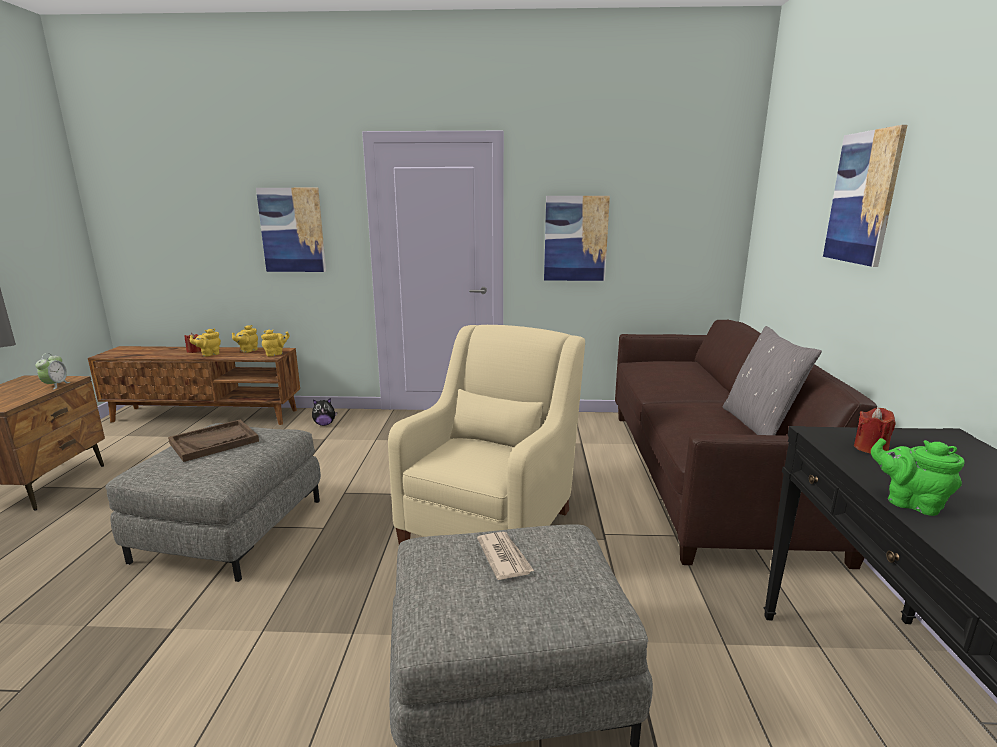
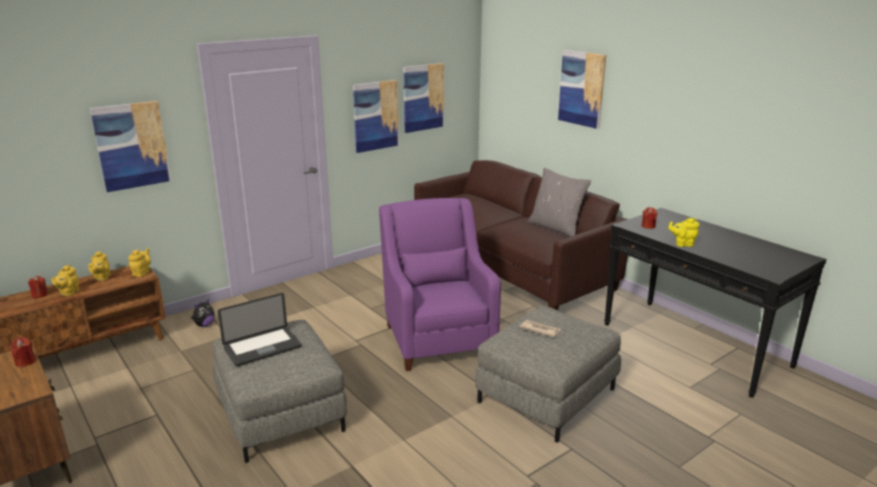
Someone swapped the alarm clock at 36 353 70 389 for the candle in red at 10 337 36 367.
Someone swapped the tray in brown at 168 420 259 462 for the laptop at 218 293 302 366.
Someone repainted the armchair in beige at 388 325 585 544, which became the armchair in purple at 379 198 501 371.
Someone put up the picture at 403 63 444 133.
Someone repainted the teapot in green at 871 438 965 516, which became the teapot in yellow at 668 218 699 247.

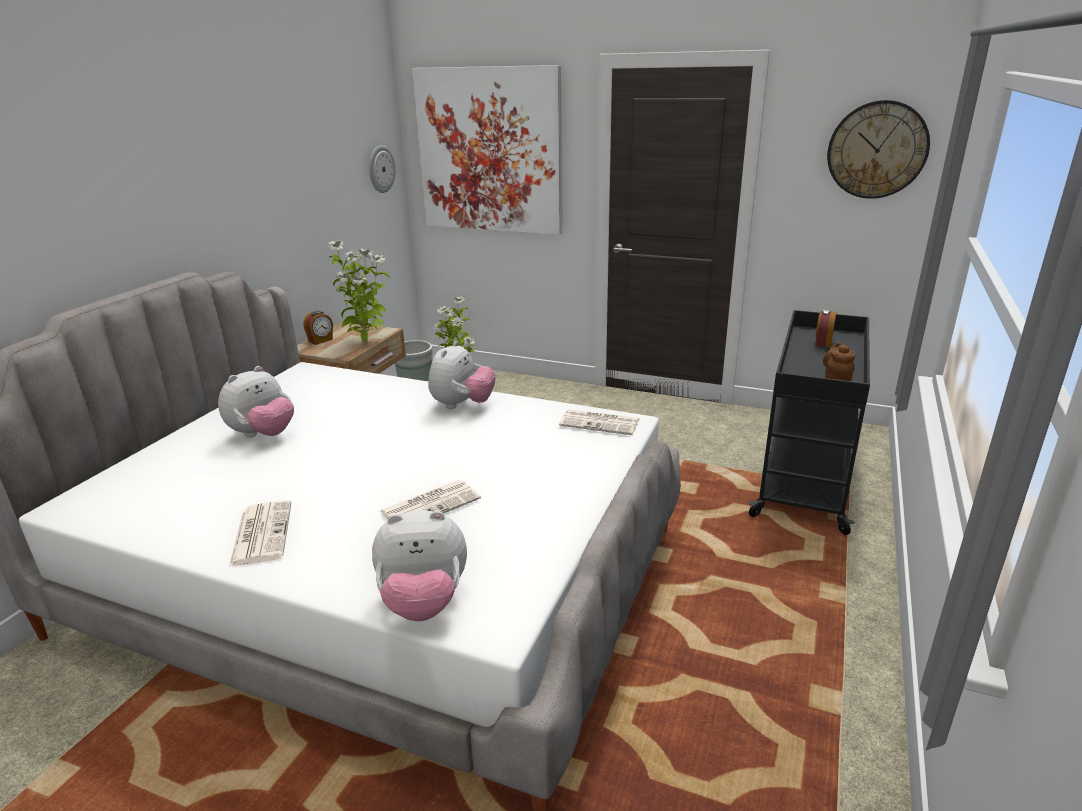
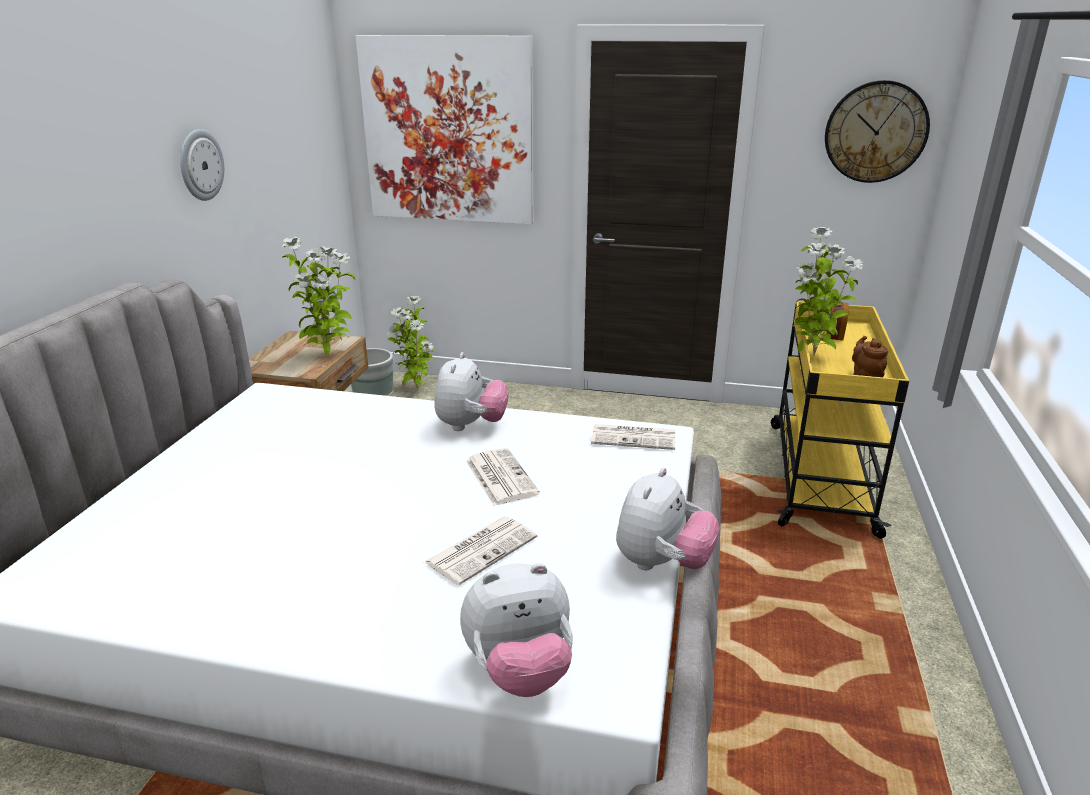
Someone carried the wall clock from 369 145 396 193 to 180 129 224 201.
Someone carried the newspaper from 229 500 292 566 to 466 448 540 506.
Someone carried the plush toy from 218 366 294 438 to 616 467 720 570.
Someone repainted the cart in black at 747 310 870 535, which became the cart in yellow at 771 301 909 539.
Someone put down the potted plant at 794 227 863 356.
Someone took away the alarm clock at 303 311 333 345.

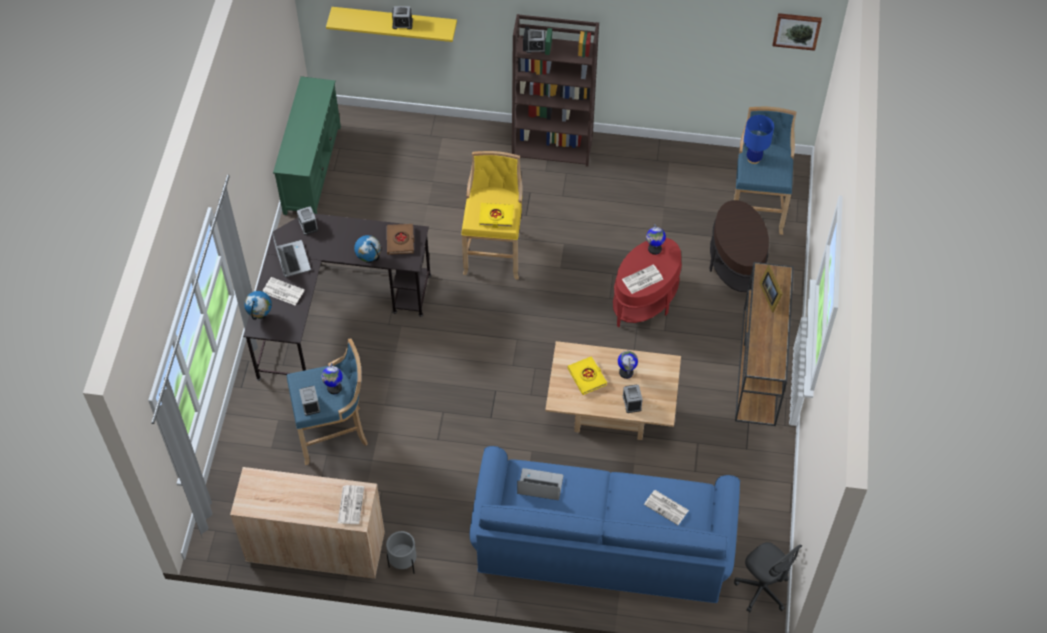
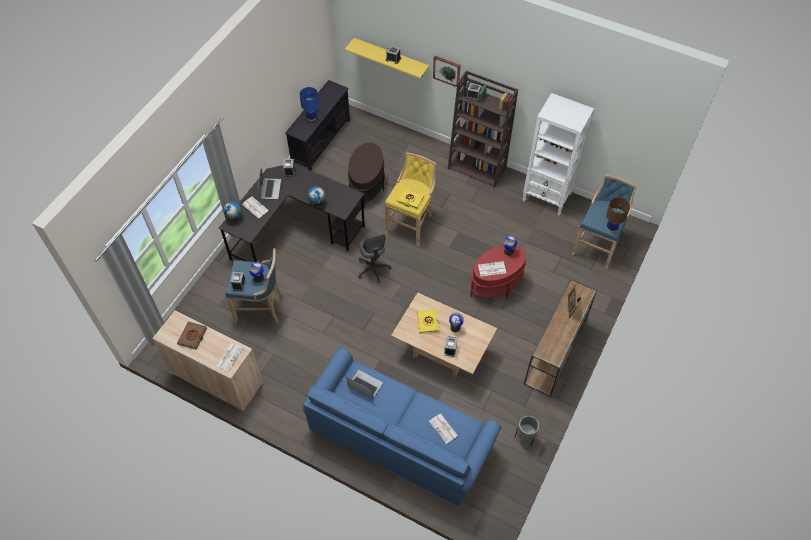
Someone carried the book in brown from 387 224 414 255 to 177 321 207 350.
Someone repainted the tv stand in green at 273 76 341 215, which became the tv stand in black at 285 80 350 171.
Someone carried the table lamp in blue from 744 115 774 164 to 300 87 319 121.
Someone carried the side table in brown from 709 200 769 292 to 348 143 385 207.
Someone carried the office chair in grey from 734 542 802 613 to 358 234 391 283.
Someone carried the picture from 772 13 822 51 to 433 56 461 87.
Someone carried the planter in grey from 386 531 416 573 to 515 416 539 447.
Someone put down the bookcase in white at 522 93 594 215.
Someone put down the table lamp in brown at 606 197 630 232.

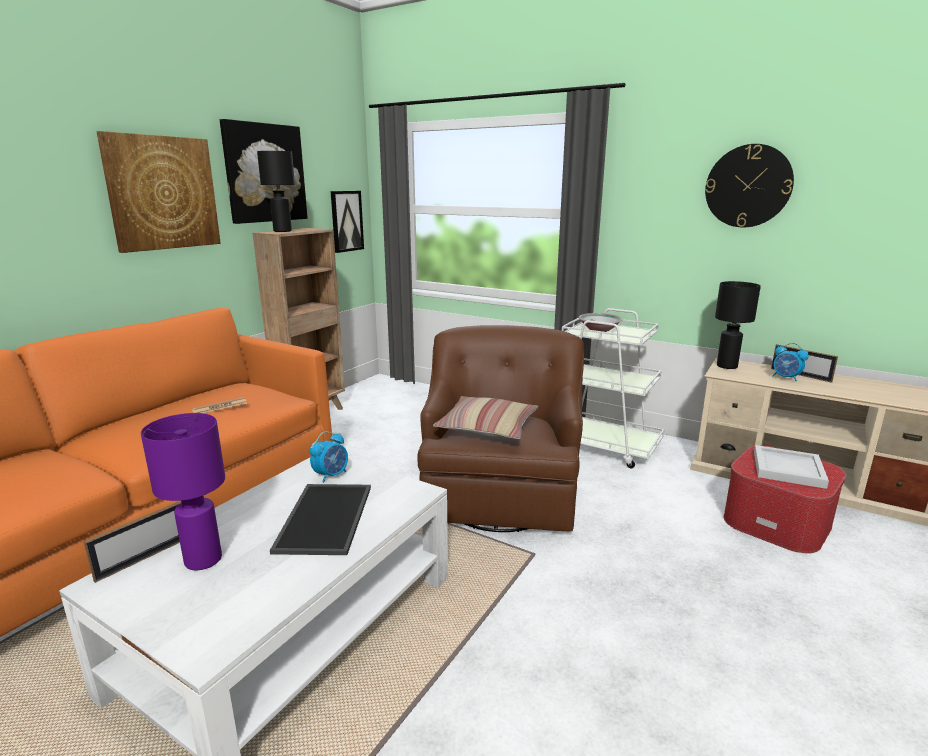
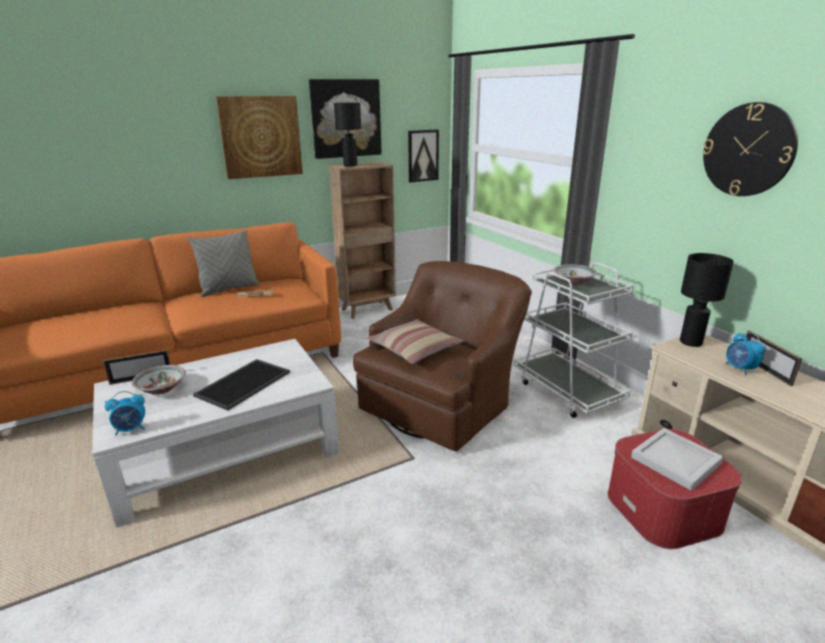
Someone carried the alarm clock from 309 431 348 483 to 105 391 145 436.
Someone swapped the table lamp in purple at 141 413 225 570 for the bowl at 132 365 186 395.
Someone put down the pillow in grey at 188 230 260 297.

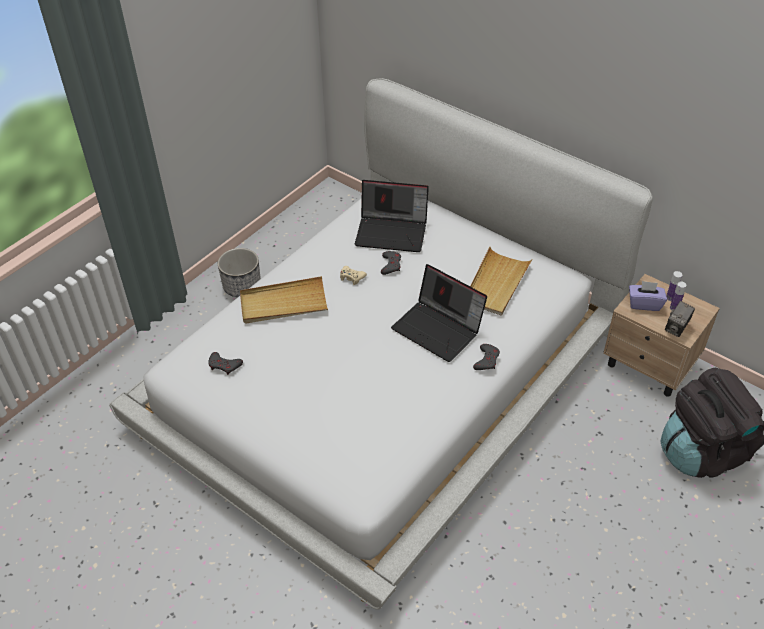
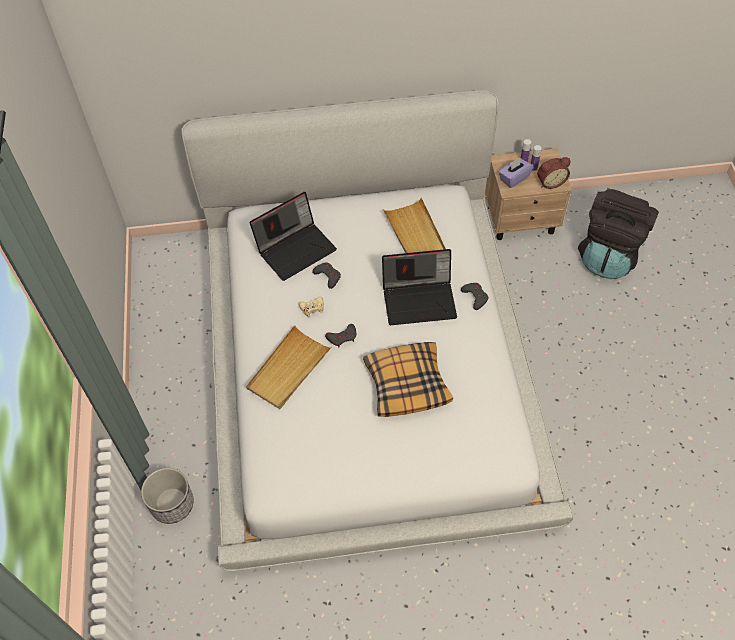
Someone carried the planter from 218 248 261 297 to 141 468 194 524.
Someone carried the game controller in grey from 208 352 243 375 to 325 324 356 347.
Someone put down the pillow at 363 342 453 417.
Someone swapped the photo camera at 665 301 695 337 for the alarm clock at 537 157 570 189.

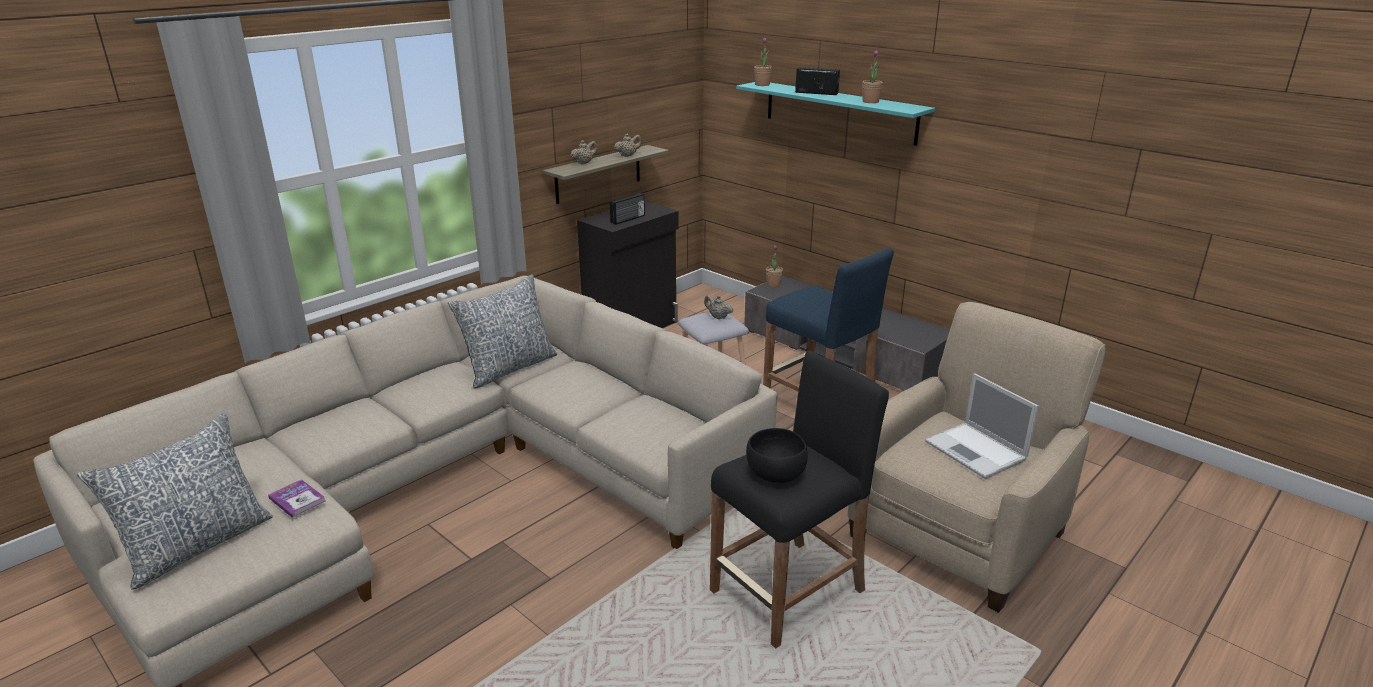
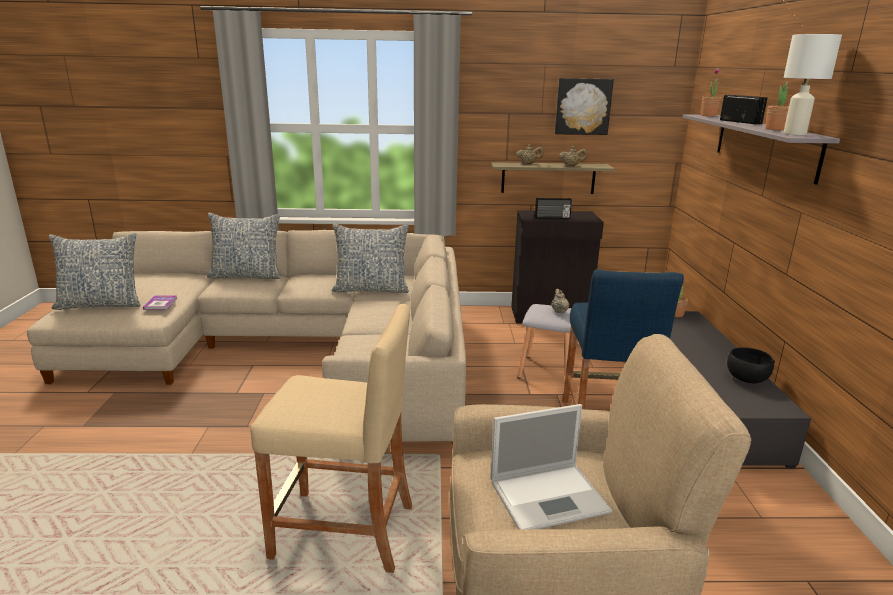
Someone put down the pillow at 207 213 280 279.
Someone repainted the stool in black at 710 350 889 648, which became the stool in beige at 250 304 412 573.
Someone rotated the laptop at 925 373 1039 479 by 120 degrees counterclockwise.
Someone put up the picture at 555 78 614 135.
Someone repainted the shelf in turquoise at 736 82 935 146, which became the shelf in grey at 682 114 840 185.
Someone carried the bowl in black from 746 428 808 483 to 727 347 775 383.
Someone put down the table lamp in white at 784 34 842 135.

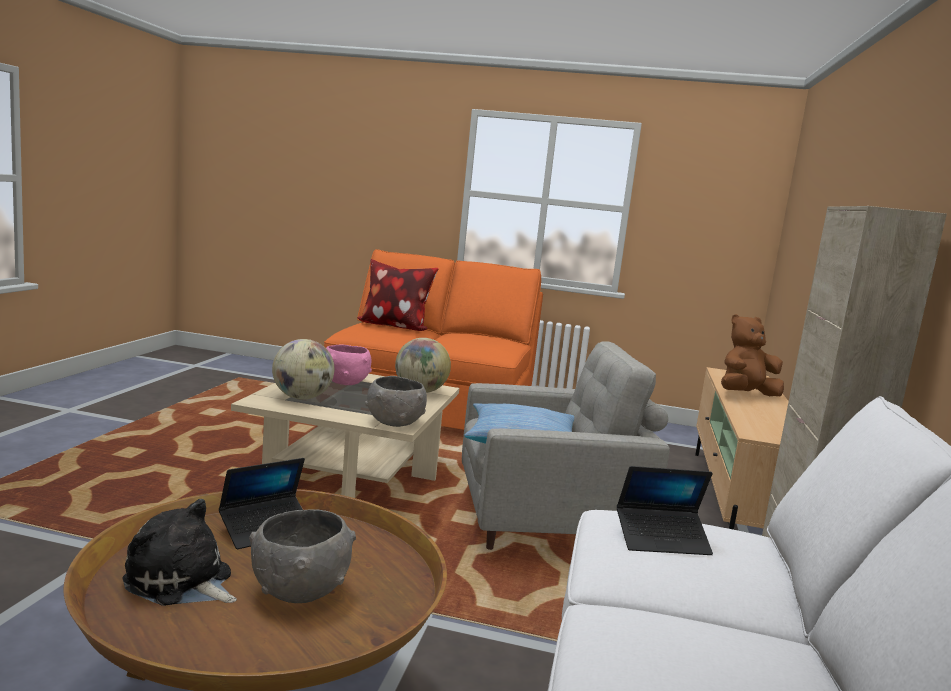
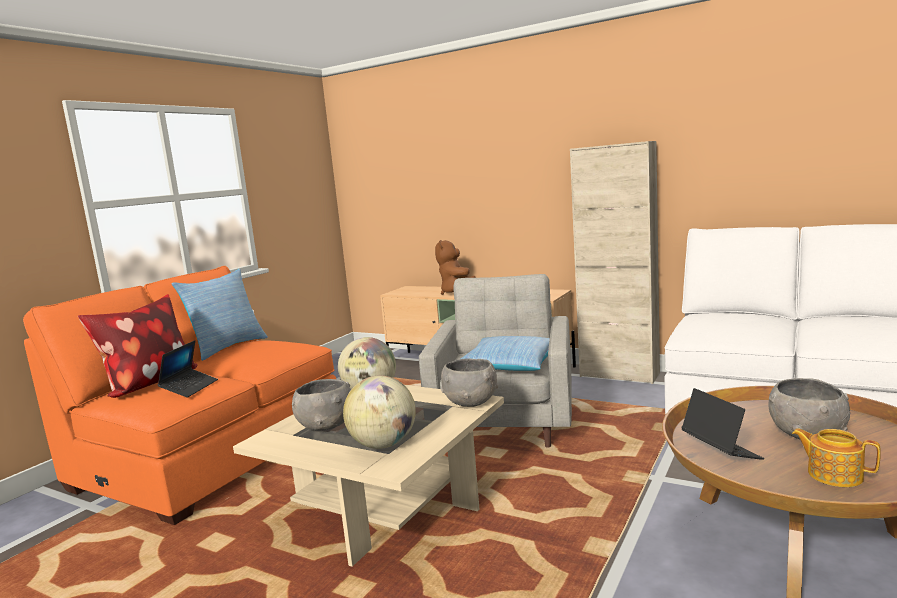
Someone carried the laptop from 617 466 713 555 to 157 340 218 397.
Someone put down the pillow at 171 269 268 361.
Someone repainted the bowl in pink at 326 345 372 385, which became the bowl in grey at 292 379 351 431.
Someone swapped the plush toy at 122 499 237 606 for the teapot at 792 428 881 487.

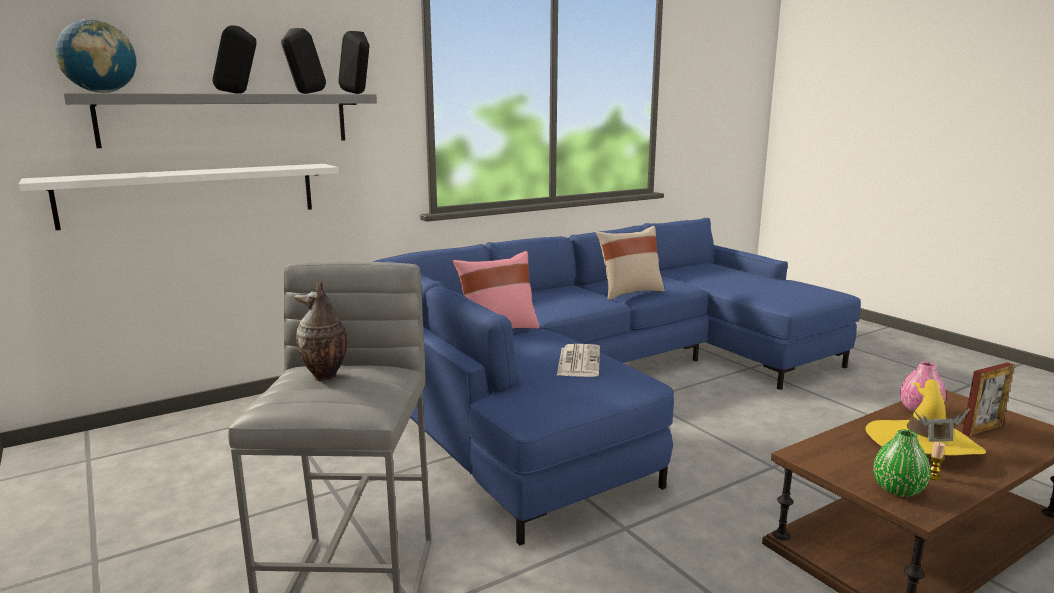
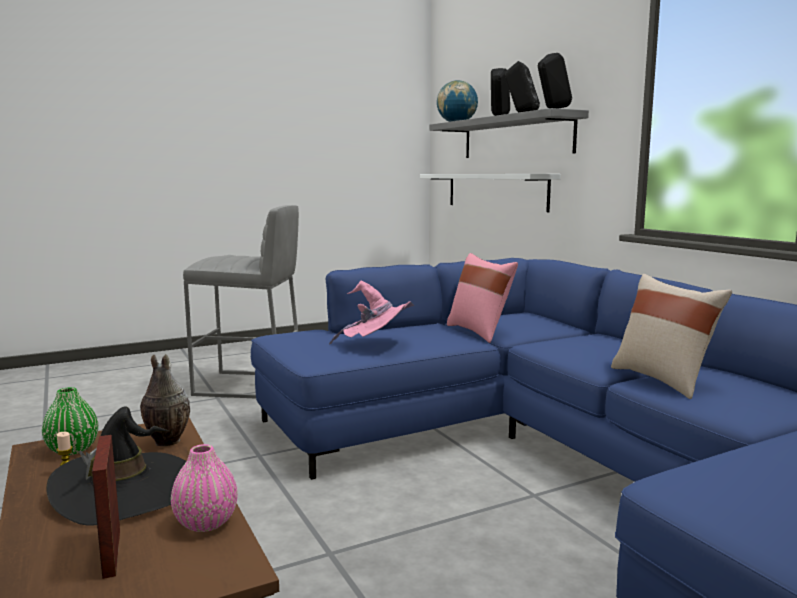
Someone repainted the hat in yellow at 865 379 986 456, which became the hat in black at 46 406 186 526.
Someone carried the vase from 294 279 348 381 to 140 354 190 446.
Someone swapped the newspaper at 557 344 600 377 for the hat in pink at 329 280 415 344.

